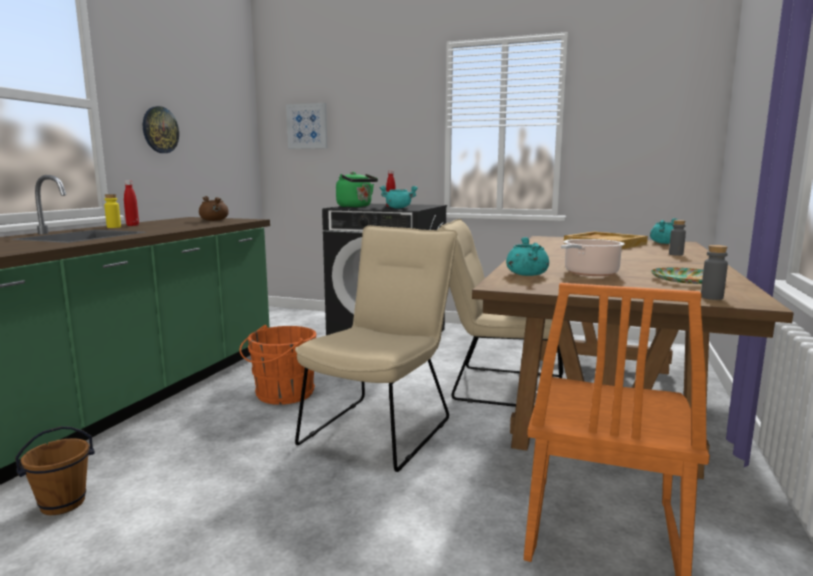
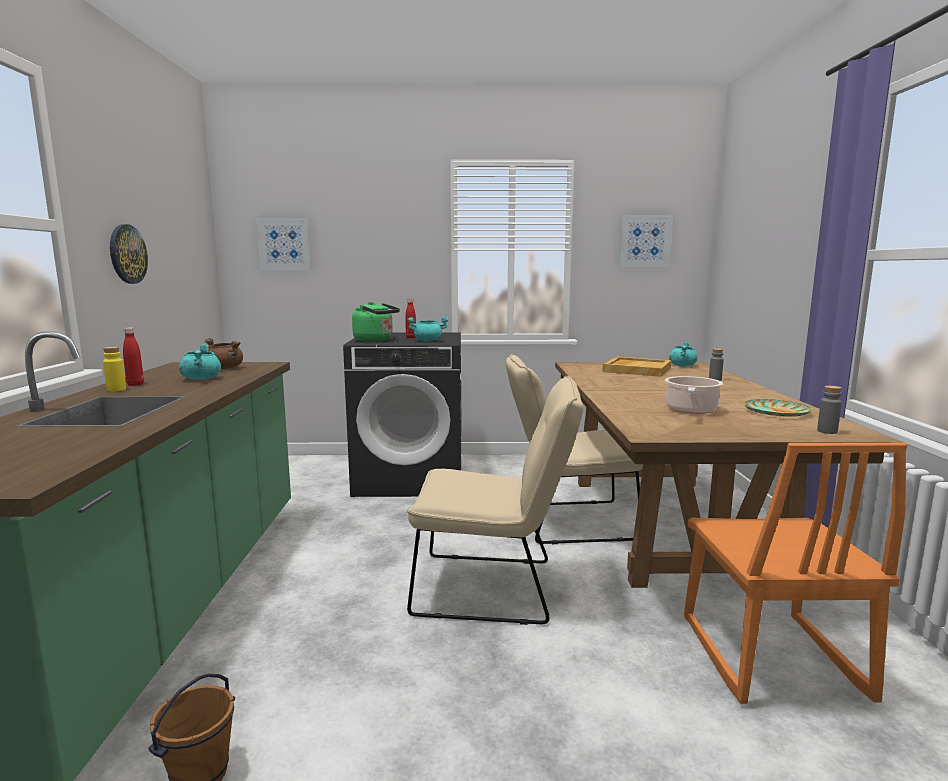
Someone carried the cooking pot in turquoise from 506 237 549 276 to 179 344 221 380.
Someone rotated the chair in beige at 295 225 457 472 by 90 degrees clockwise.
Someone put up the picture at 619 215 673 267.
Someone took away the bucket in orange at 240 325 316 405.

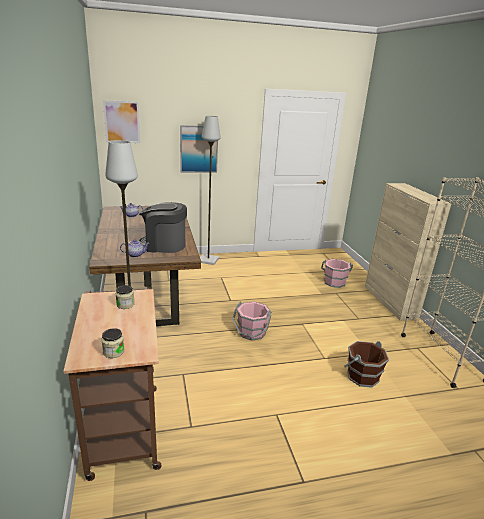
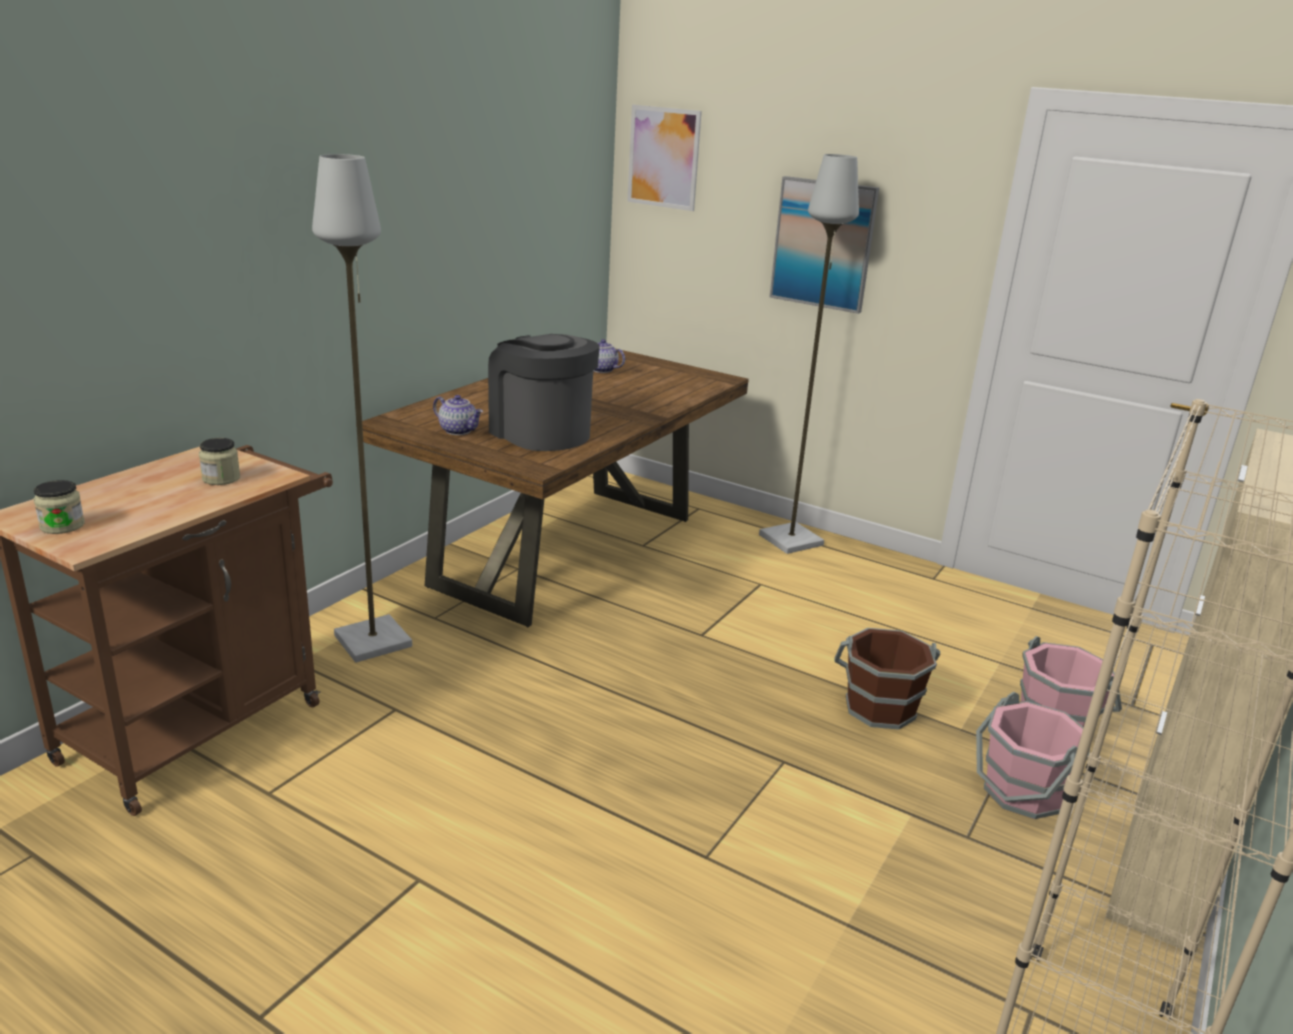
Someone carried the bucket in brown from 344 341 389 388 to 834 628 940 730.
Someone carried the bucket in pink from 232 301 271 341 to 976 692 1090 819.

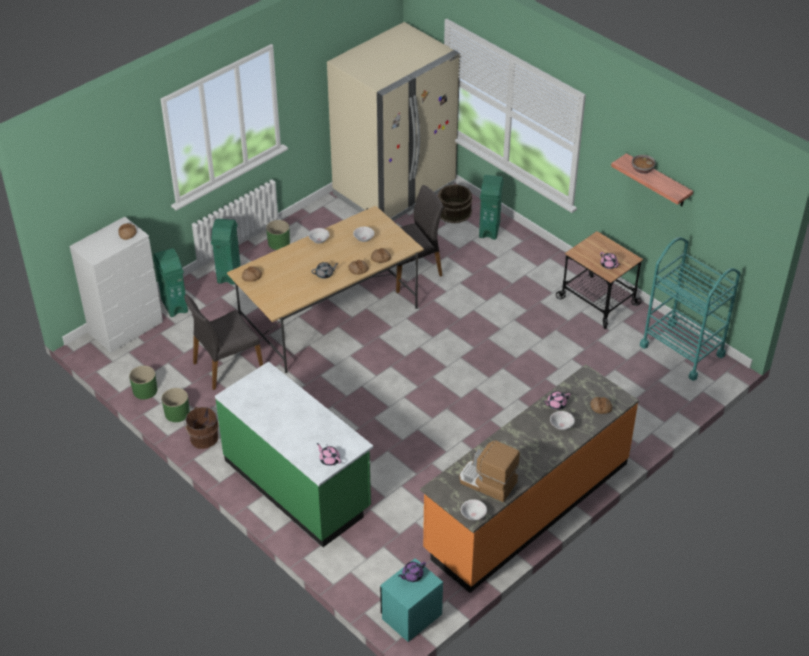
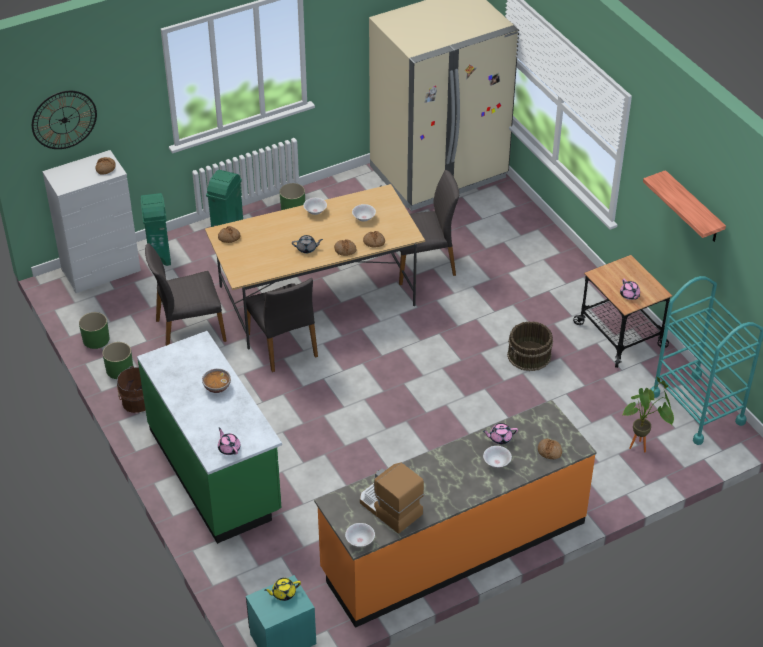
Someone put up the wall clock at 32 91 97 149.
Someone carried the bowl from 632 155 656 174 to 202 369 231 393.
Someone put down the chair in grey at 246 278 318 372.
Someone repainted the teapot in purple at 398 562 426 582, which became the teapot in yellow at 264 578 301 601.
Someone carried the bucket in brown from 438 184 472 223 to 507 321 553 371.
Someone put down the potted plant at 622 377 674 452.
Someone took away the trash can in green at 479 175 504 240.

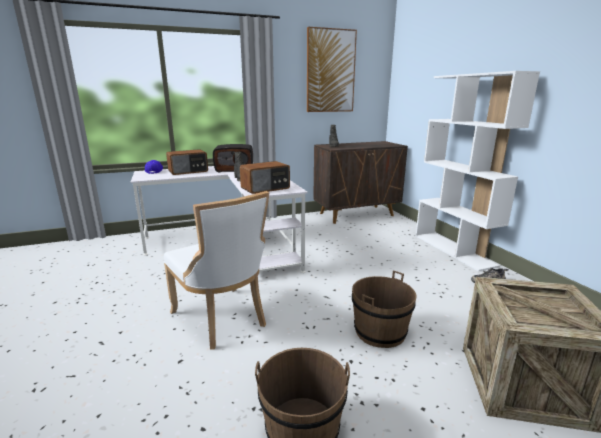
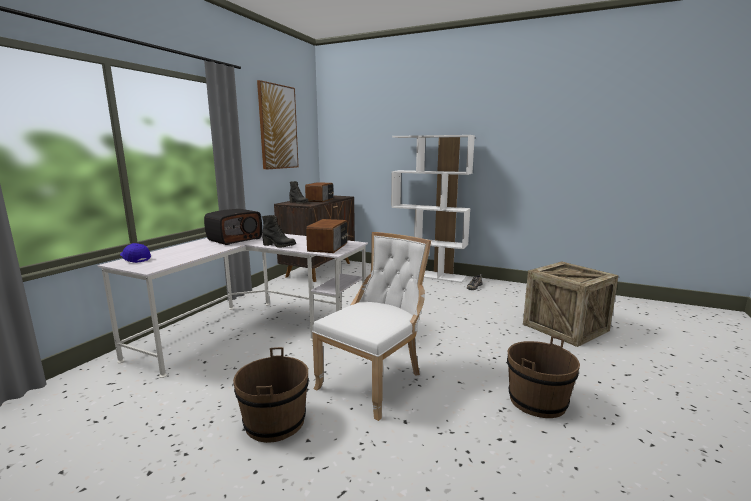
Someone carried the bucket in brown from 352 271 417 348 to 233 347 309 443.
Someone carried the radio from 166 149 208 175 to 305 182 334 202.
Someone rotated the chair in white at 164 191 269 350 by 60 degrees counterclockwise.

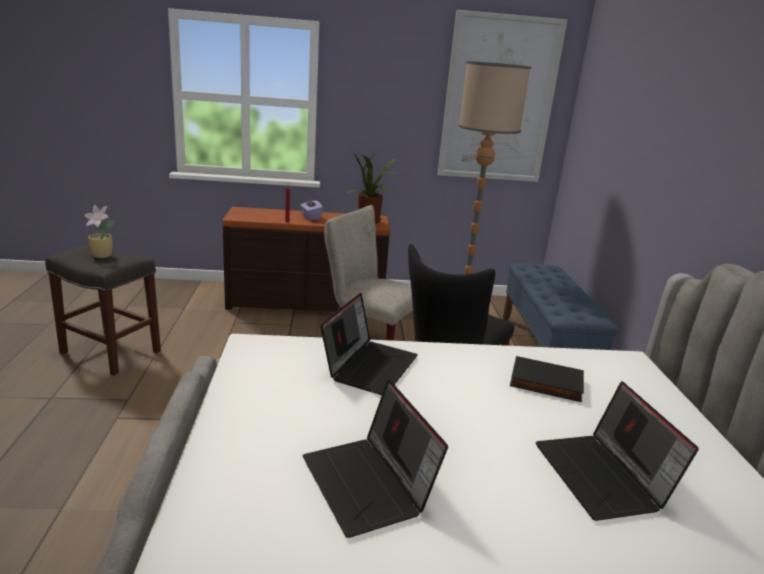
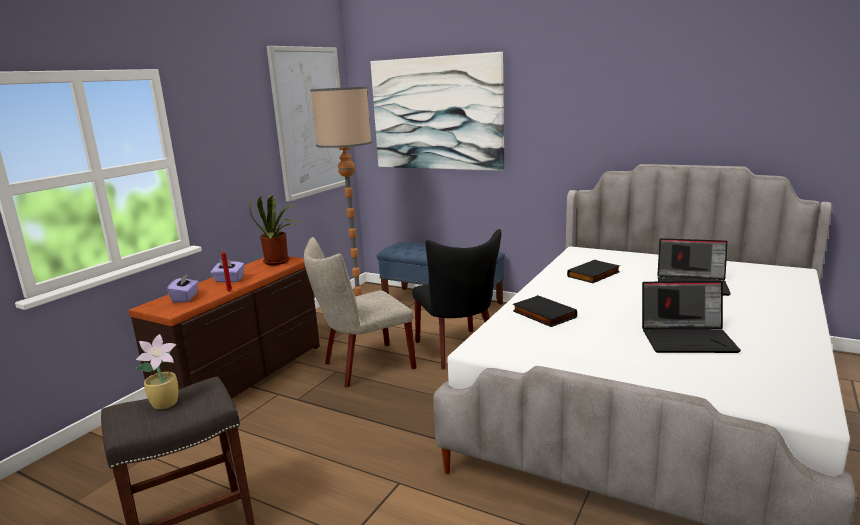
Someone put down the tissue box in purple at 167 273 198 303.
Someone put up the picture at 370 52 504 171.
Someone swapped the laptop at 320 293 418 395 for the book in black at 513 295 577 327.

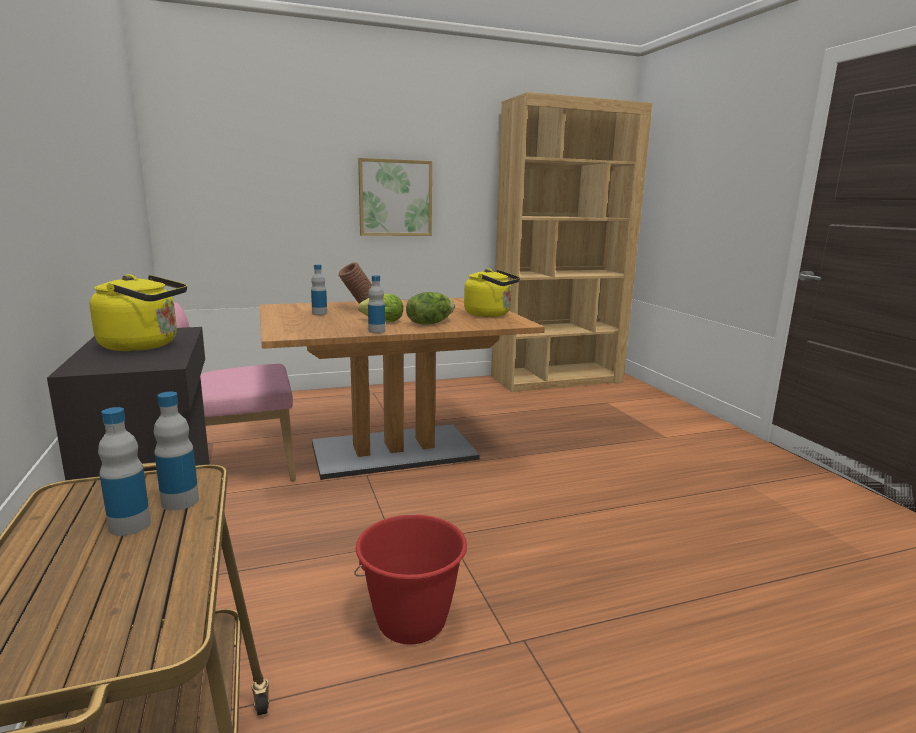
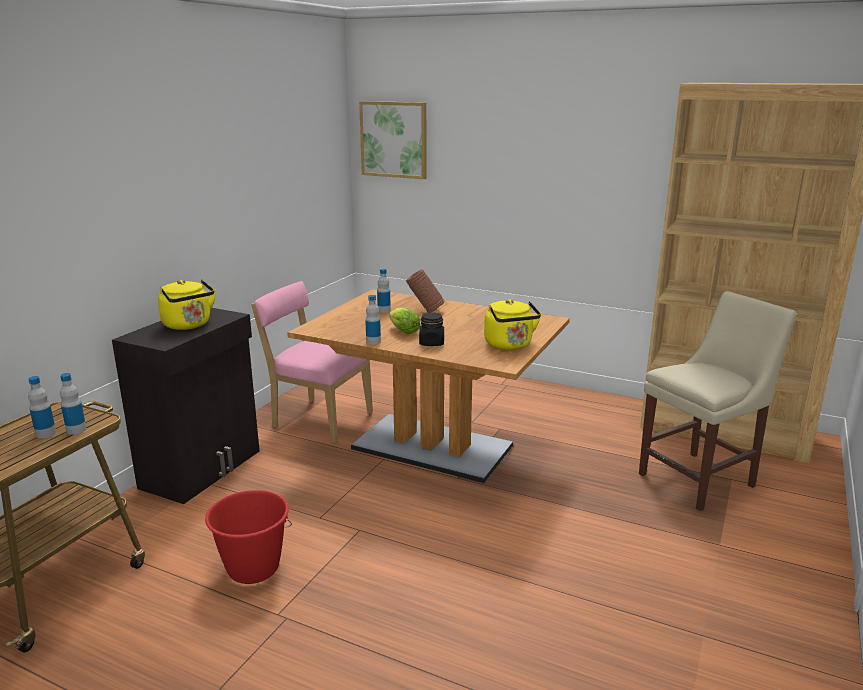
Someone carried the picture from 358 158 432 236 to 359 101 427 179.
Someone swapped the lettuce at 406 292 455 325 for the jar in black at 419 312 444 346.
Someone put down the chair in beige at 639 291 796 511.

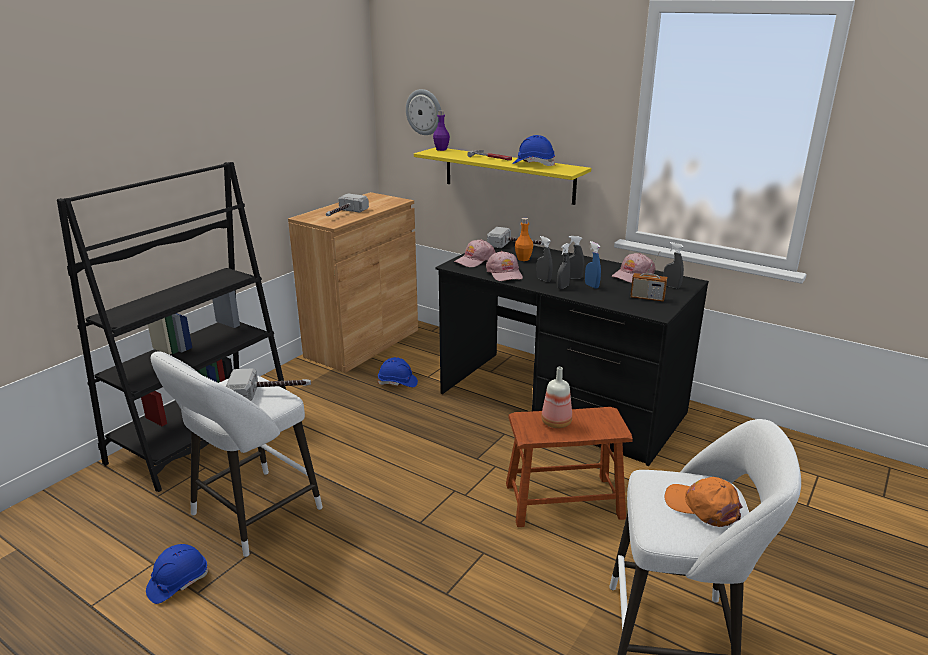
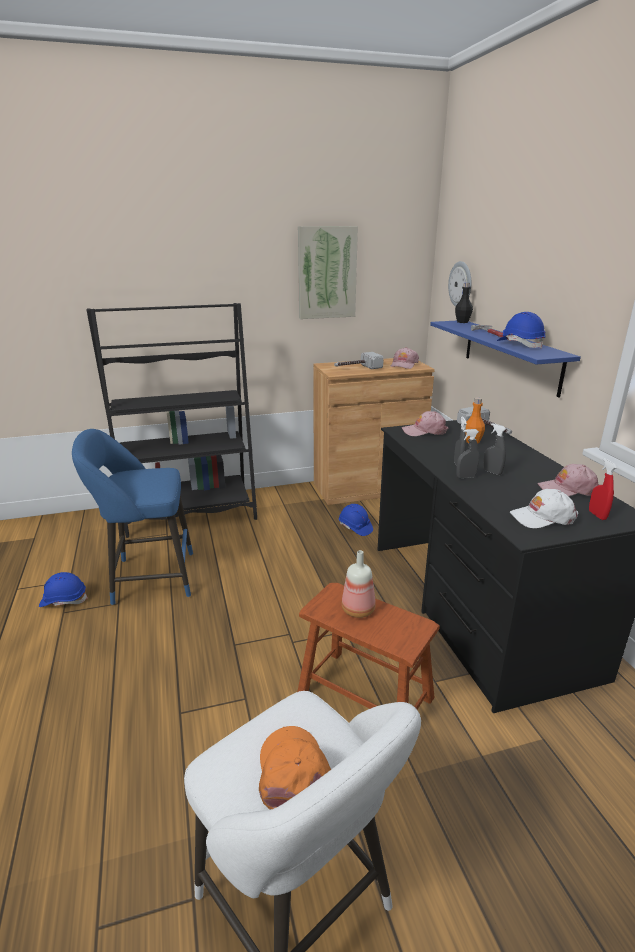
Someone repainted the stool in white at 150 351 323 557, which became the stool in blue at 72 429 193 605.
Someone put up the picture at 298 226 358 319.
Someone carried the cap in pink from 486 251 523 281 to 390 347 419 369.
Someone repainted the shelf in yellow at 414 147 591 205, which became the shelf in blue at 430 321 581 398.
Someone repainted the bottle in purple at 433 110 450 151, which became the bottle in black at 455 283 473 323.
Someone swapped the radio at 630 251 667 302 for the cap in white at 510 489 578 528.
Someone repainted the spray bottle in grey at 663 242 684 289, which became the spray bottle in red at 589 458 617 520.
Someone took away the hammer at 226 368 311 401.
Someone took away the spray bottle in blue at 585 241 601 289.

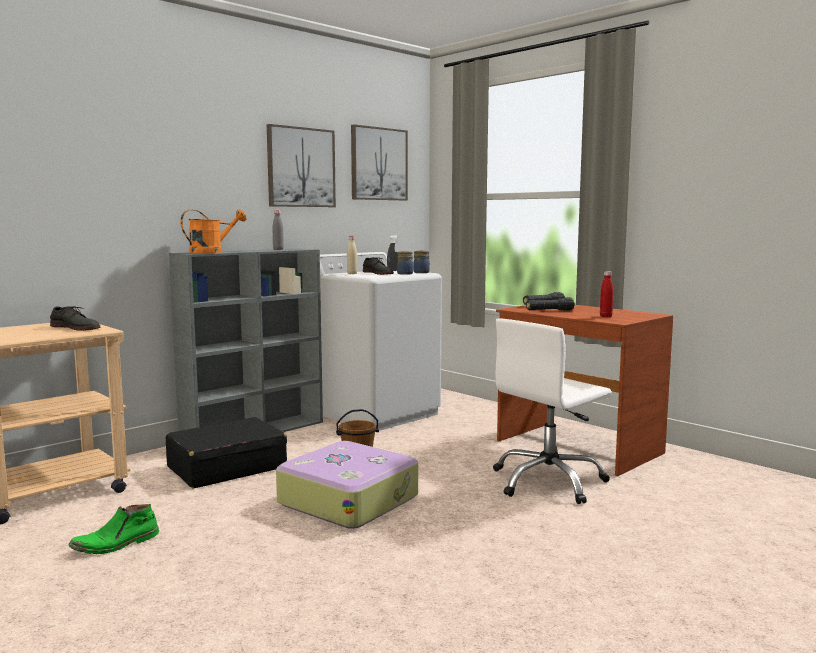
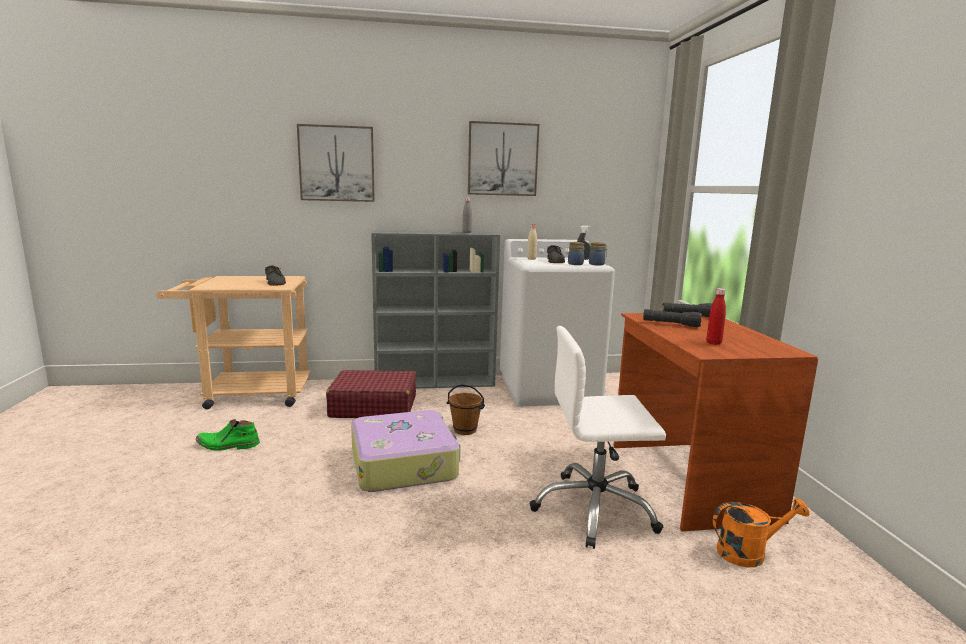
Someone carried the picture from 351 124 408 200 to 297 124 375 202.
Someone repainted the suitcase in black at 166 417 287 488, which became the suitcase in red at 326 370 416 418.
Someone carried the watering can in orange from 181 209 247 253 to 713 498 809 568.

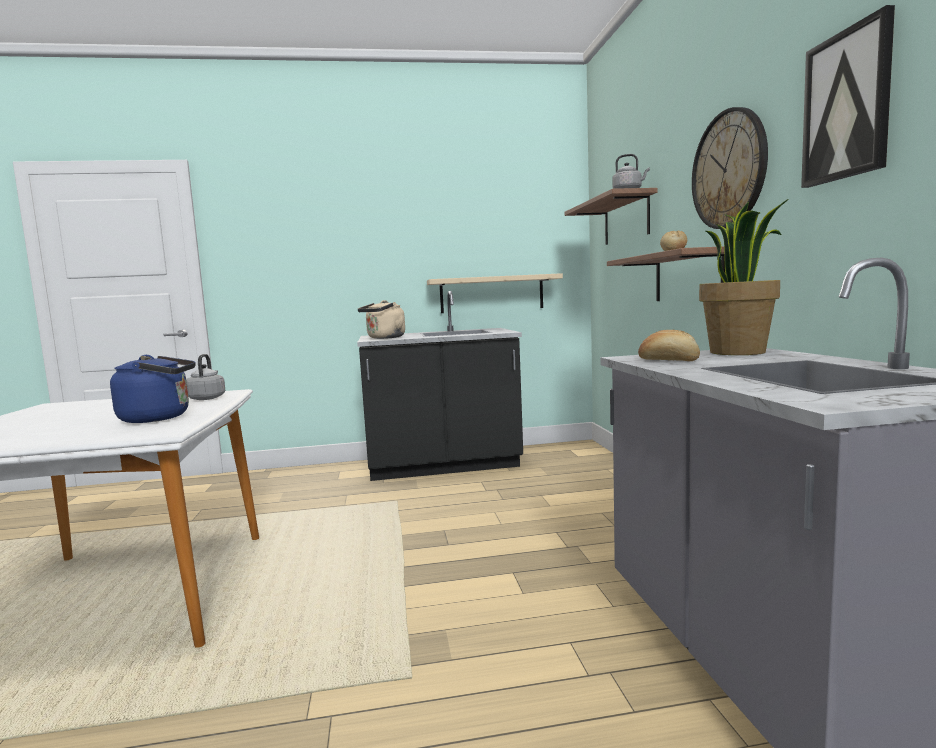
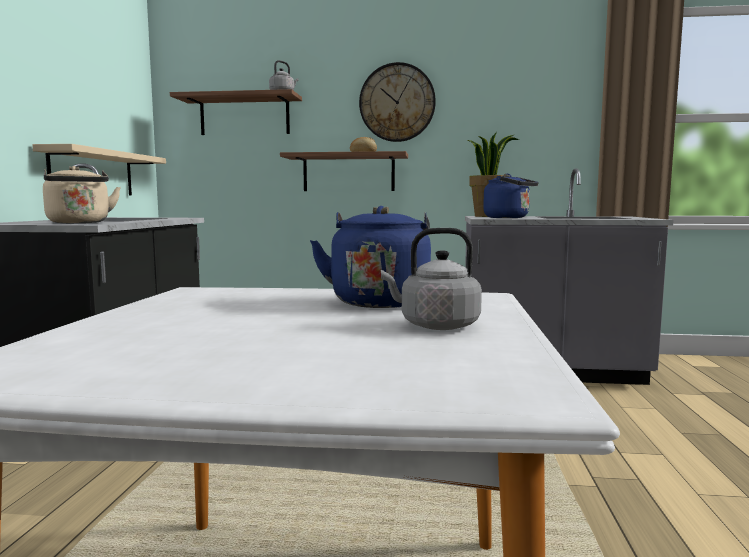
Someone carried the kettle in grey from 186 354 225 400 to 381 228 482 330.
Someone swapped the bread at 638 330 700 361 for the kettle in blue at 483 174 539 218.
Someone took away the picture at 801 5 895 188.

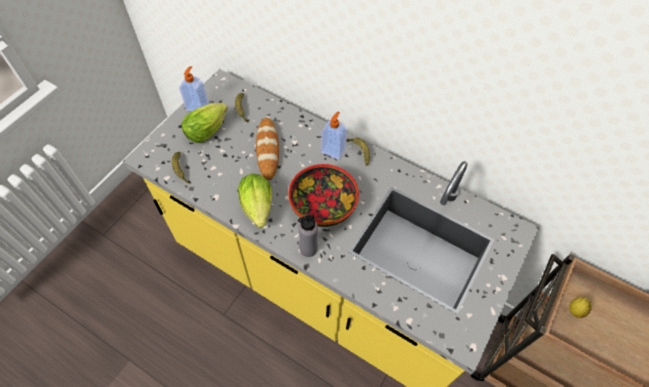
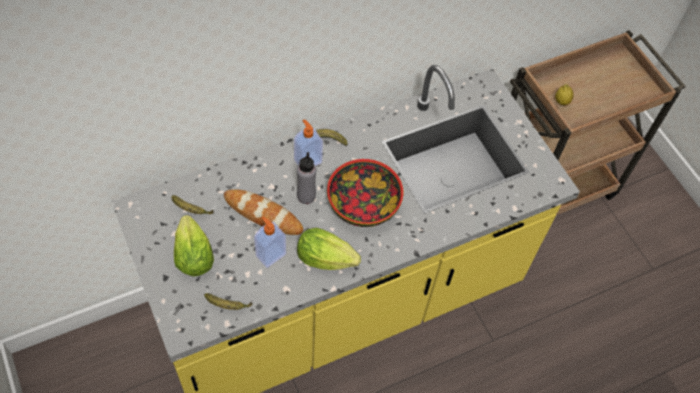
Someone carried the soap dispenser from 179 66 209 112 to 254 216 286 268.
Someone carried the bottle in grey from 298 214 318 257 to 297 152 316 204.

